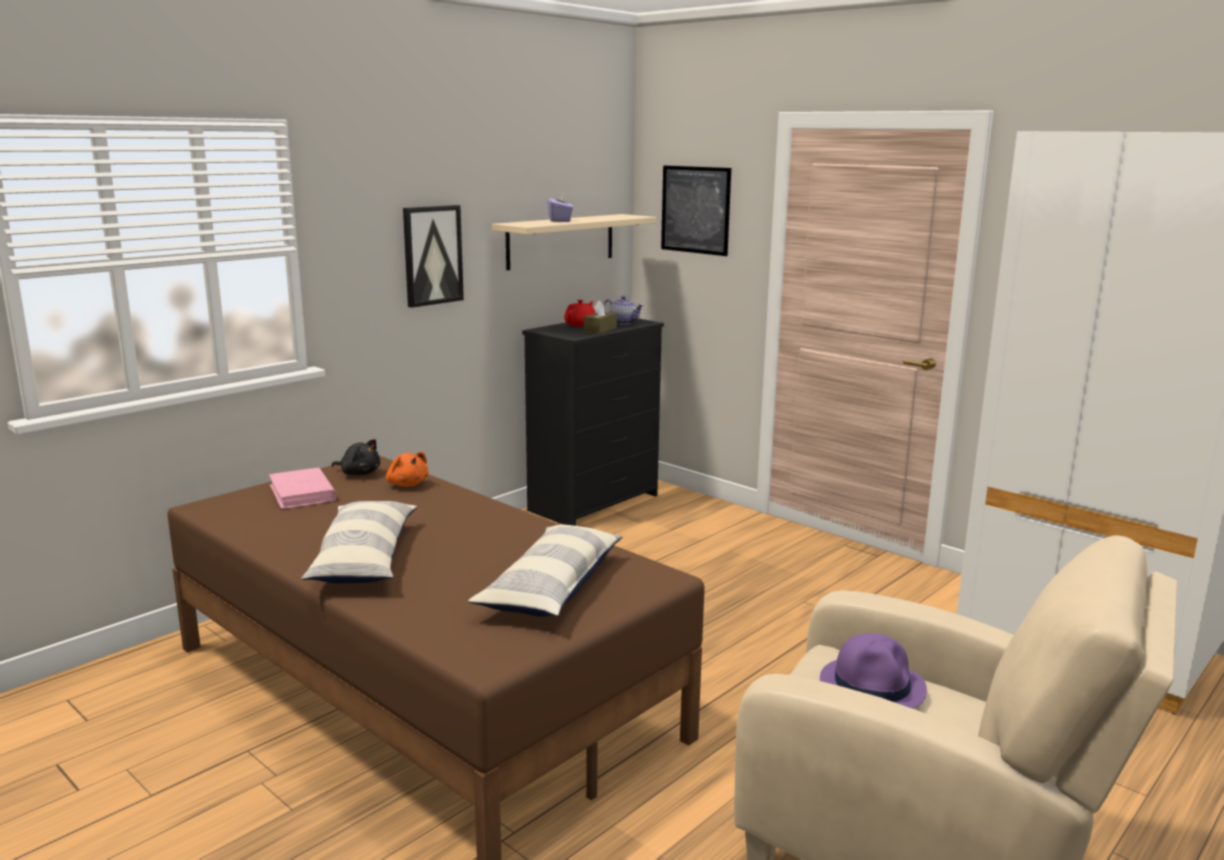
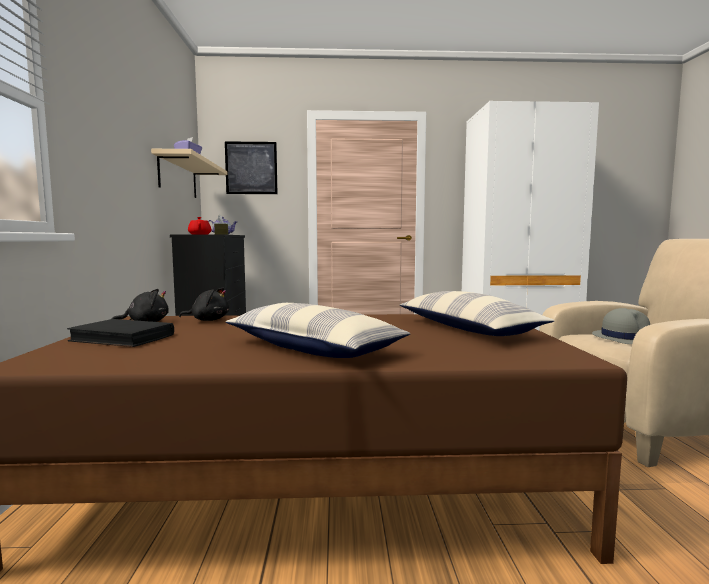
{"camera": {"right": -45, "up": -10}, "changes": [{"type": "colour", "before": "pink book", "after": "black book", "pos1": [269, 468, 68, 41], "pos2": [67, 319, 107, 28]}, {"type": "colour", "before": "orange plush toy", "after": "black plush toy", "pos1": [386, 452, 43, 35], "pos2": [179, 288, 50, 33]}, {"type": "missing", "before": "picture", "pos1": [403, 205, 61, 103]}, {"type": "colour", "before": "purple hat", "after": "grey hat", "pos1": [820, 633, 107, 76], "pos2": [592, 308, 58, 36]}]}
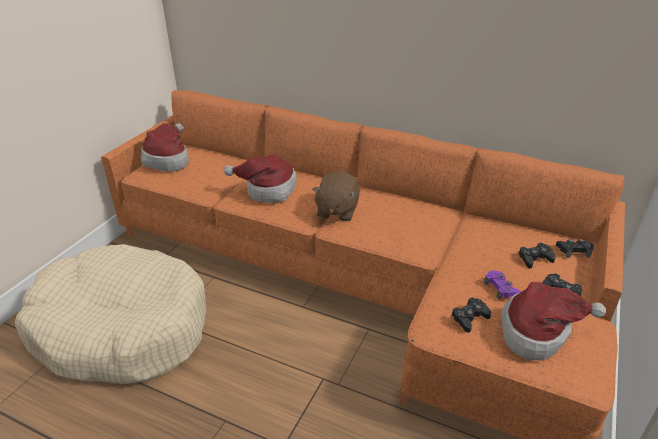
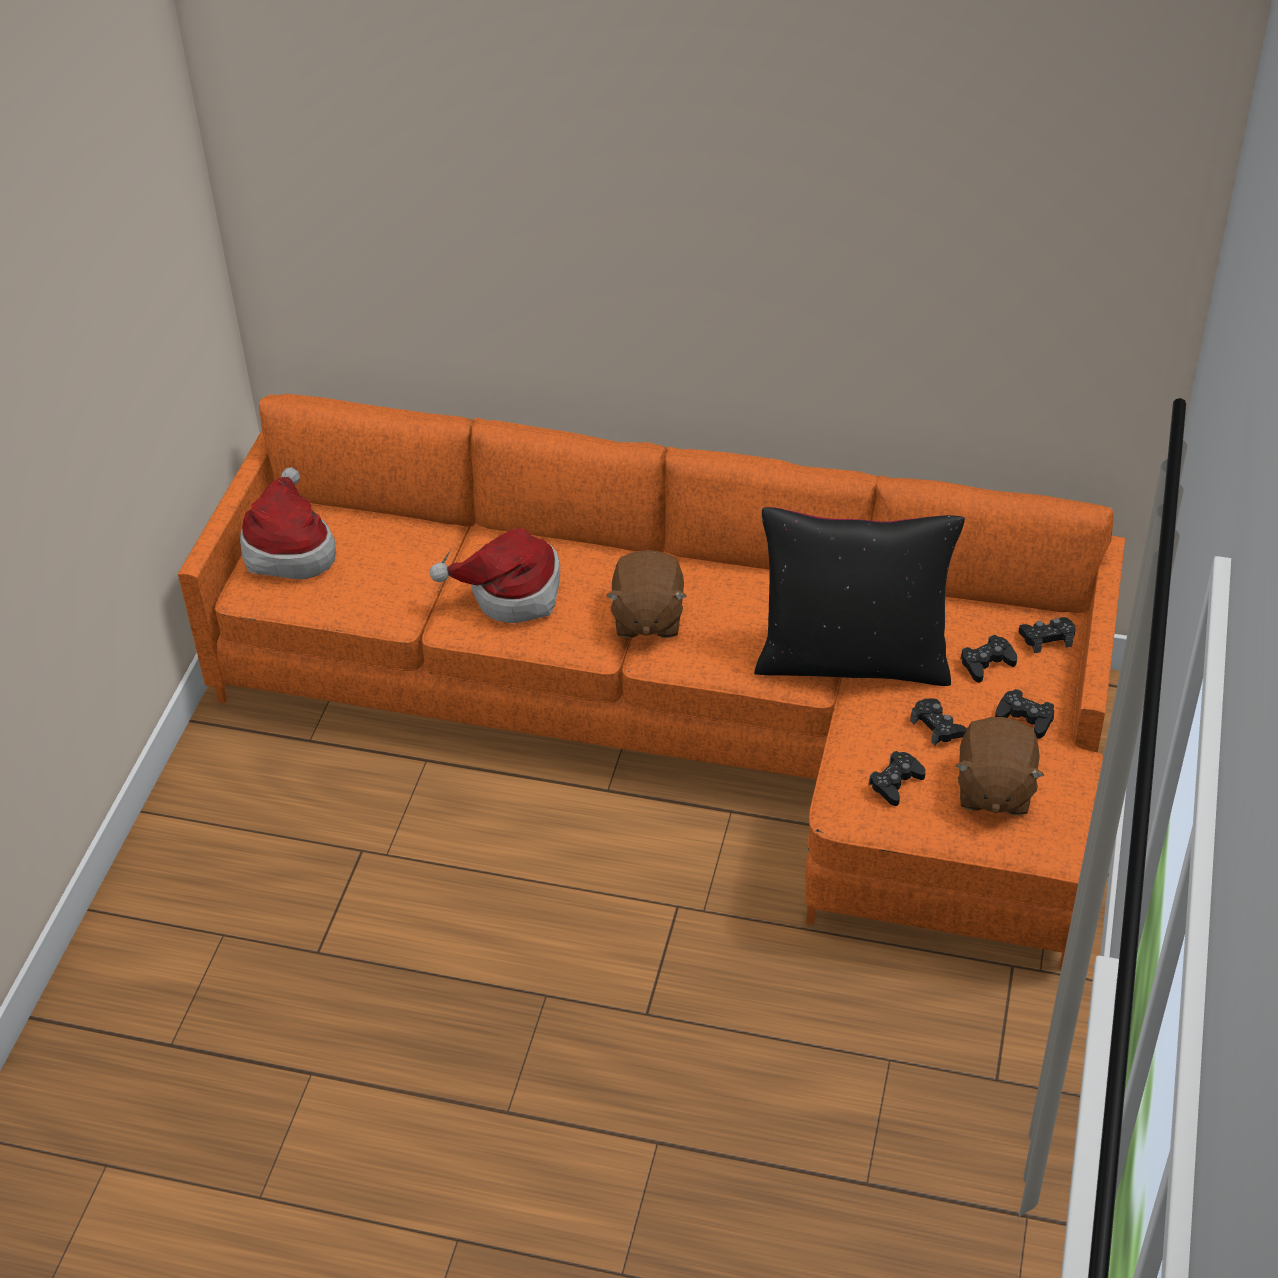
{"camera": {"right": -10, "up": 10}, "changes": [{"type": "missing", "before": "beige dog bed", "pos1": [15, 244, 191, 140]}, {"type": "colour", "before": "purple game controller", "after": "black game controller", "pos1": [484, 270, 37, 30], "pos2": [910, 698, 57, 48]}, {"type": "exchanged", "before": "hat", "after": "brown plush toy", "pos1": [501, 282, 105, 78], "pos2": [955, 717, 89, 98]}, {"type": "appeared", "after": "black pillow", "pos2": [754, 507, 211, 179]}]}
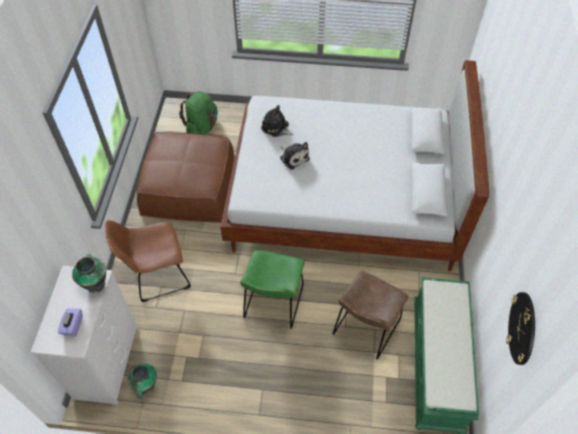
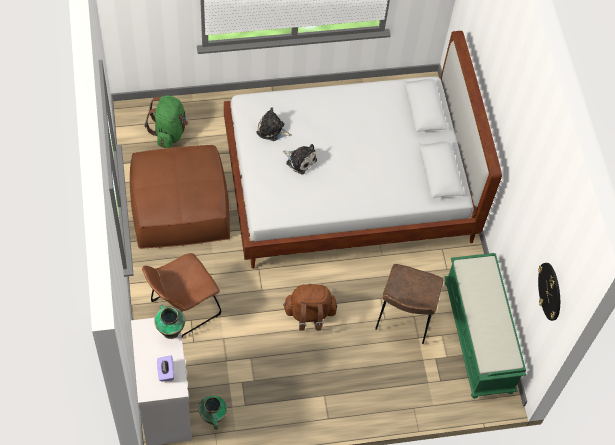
{"camera": {"right": -20, "up": 5}, "changes": [{"type": "exchanged", "before": "green chair", "after": "brown backpack", "pos1": [240, 250, 65, 79], "pos2": [283, 284, 54, 47]}]}
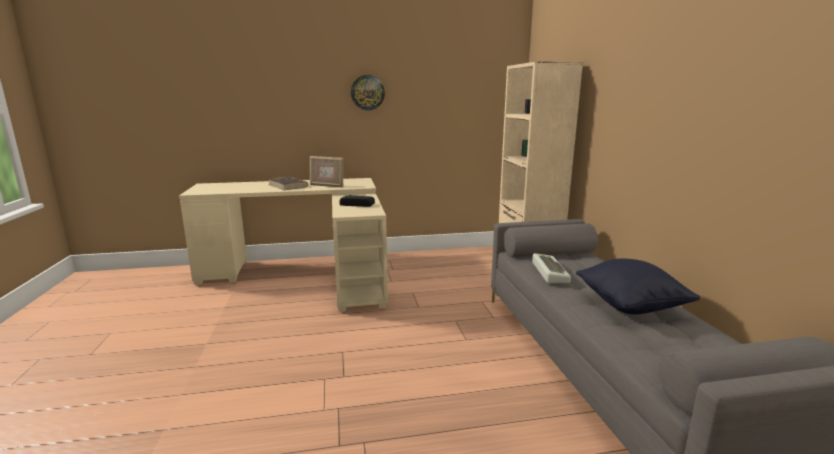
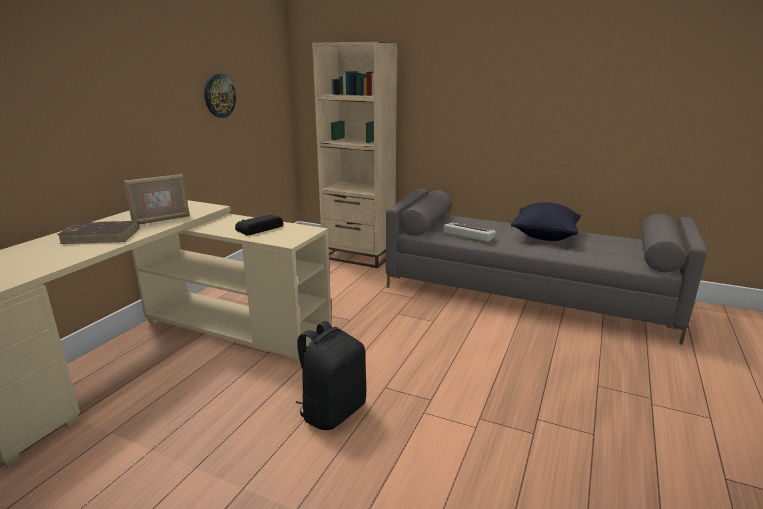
{"camera": {"right": -55, "up": 5}, "changes": [{"type": "relocated", "before": "wall clock", "pos1": [351, 75, 34, 35], "pos2": [204, 74, 32, 44]}, {"type": "appeared", "after": "black backpack", "pos2": [295, 321, 71, 109]}]}
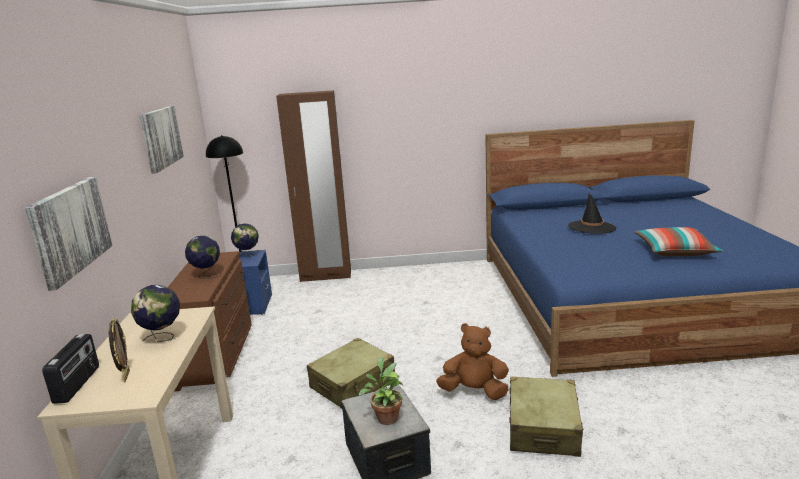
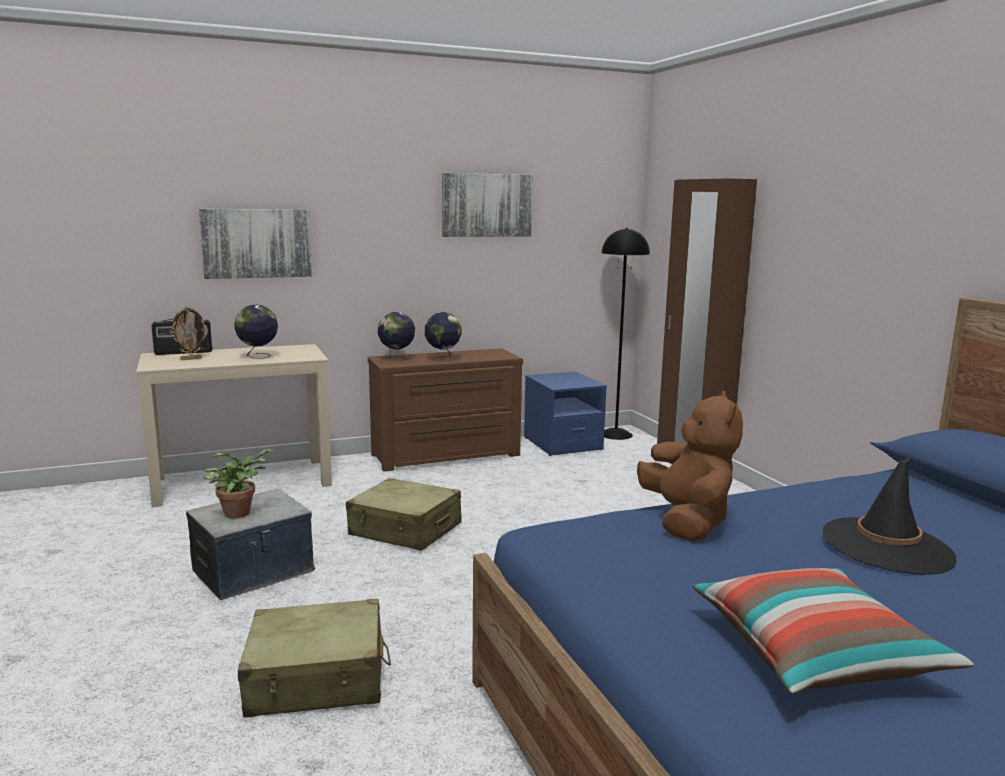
{"camera": {"right": 70, "up": -5}, "changes": [{"type": "relocated", "before": "globe", "pos1": [231, 223, 28, 34], "pos2": [378, 312, 37, 49]}, {"type": "relocated", "before": "brown plush toy", "pos1": [436, 323, 73, 77], "pos2": [637, 391, 106, 151]}]}
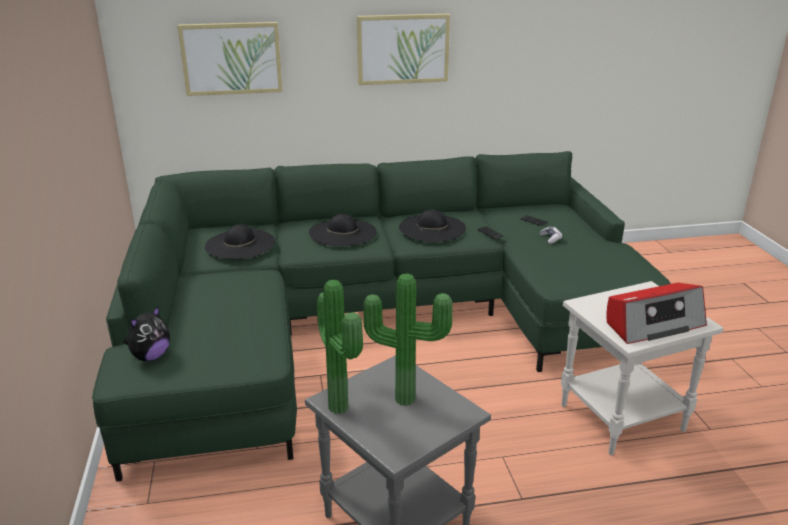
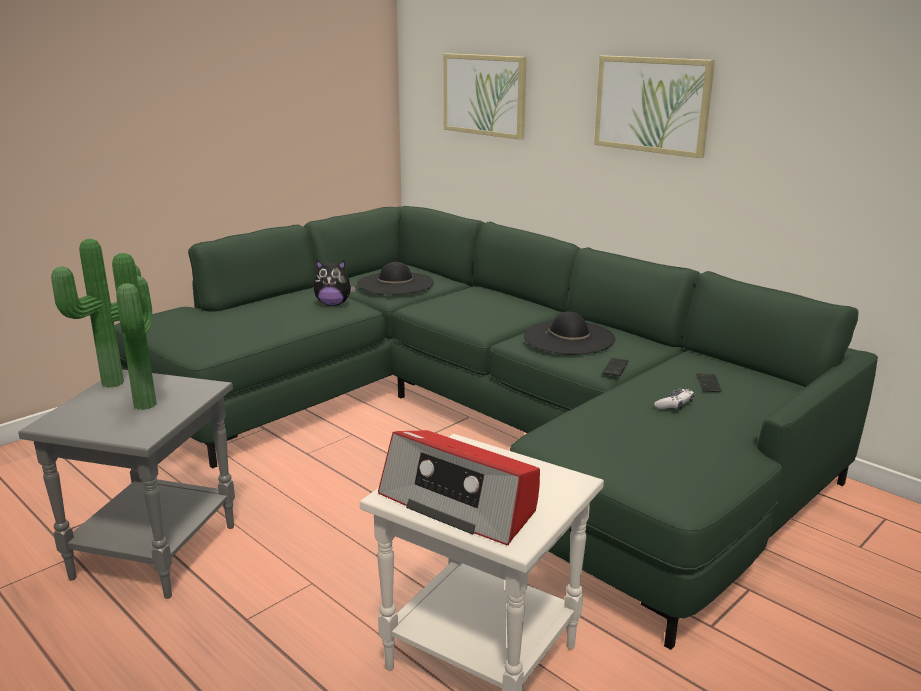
{"camera": {"right": 55, "up": -5}, "changes": [{"type": "relocated", "before": "plush toy", "pos1": [124, 306, 46, 55], "pos2": [313, 260, 42, 46]}, {"type": "missing", "before": "black hat", "pos1": [309, 214, 68, 32]}]}
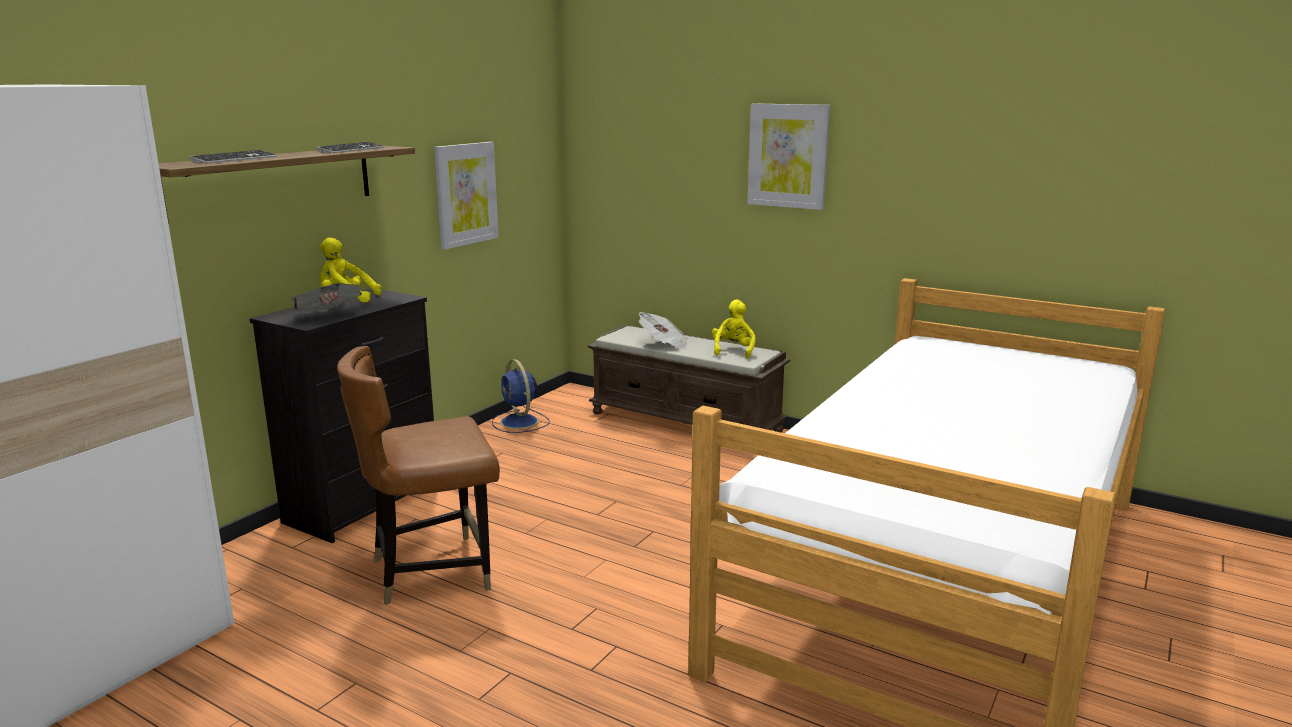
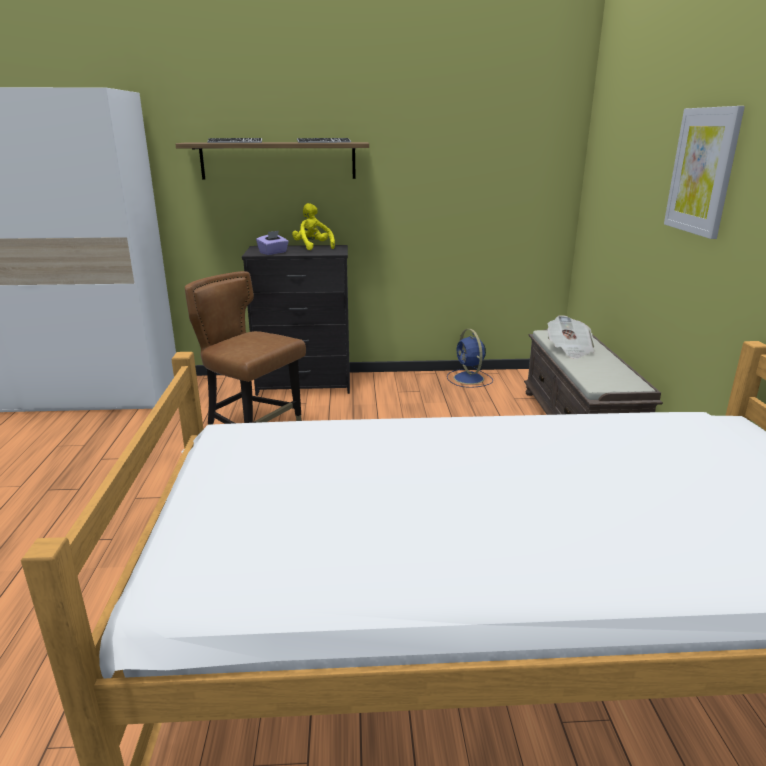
{"camera": {"right": 55, "up": 5}, "changes": [{"type": "exchanged", "before": "newspaper", "after": "purple tissue box", "pos1": [292, 283, 70, 28], "pos2": [256, 231, 33, 24]}, {"type": "missing", "before": "picture", "pos1": [434, 142, 65, 108]}, {"type": "spun", "before": "blue fan", "pos1": [492, 359, 58, 74], "pos2": [447, 329, 46, 59], "turn": -45}, {"type": "missing", "before": "yellow plush toy", "pos1": [712, 299, 44, 60]}]}
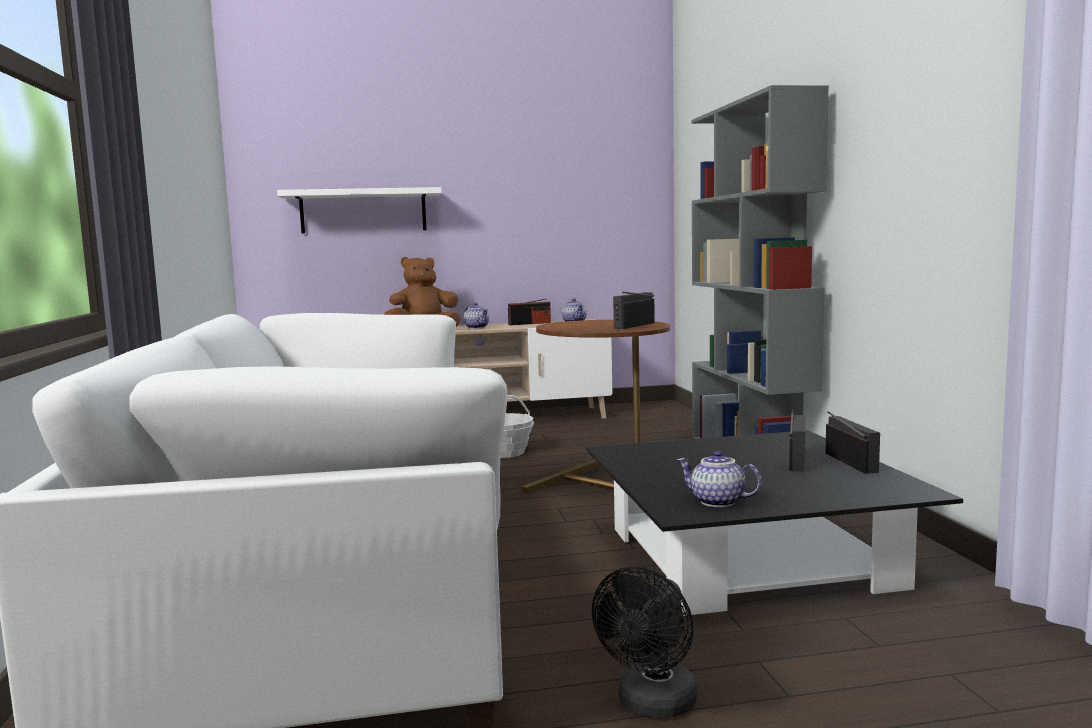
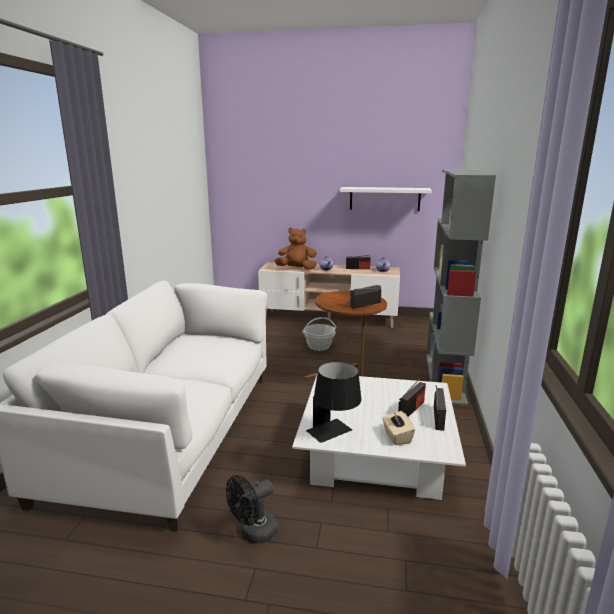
{"camera": {"right": 20, "up": 10}, "changes": [{"type": "relocated", "before": "white shelf", "pos1": [277, 187, 165, 46], "pos2": [340, 187, 92, 24]}, {"type": "colour", "before": "black coffee table", "after": "white coffee table", "pos1": [586, 430, 377, 186], "pos2": [292, 373, 174, 127]}, {"type": "exchanged", "before": "teapot", "after": "black table lamp", "pos1": [677, 451, 85, 56], "pos2": [306, 362, 55, 81]}, {"type": "appeared", "after": "beige tissue box", "pos2": [382, 411, 33, 34]}]}
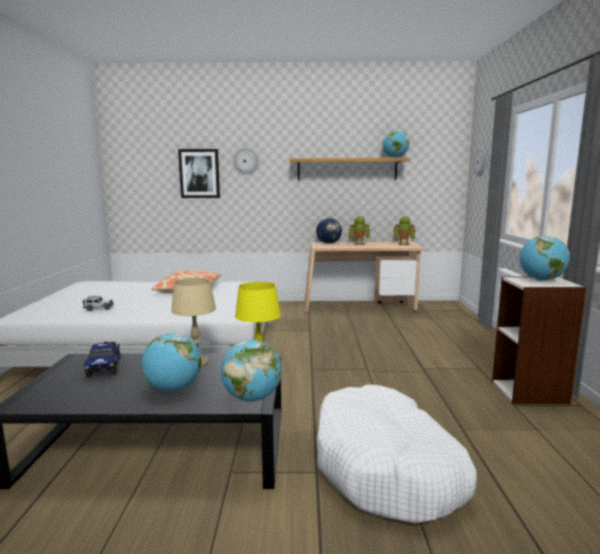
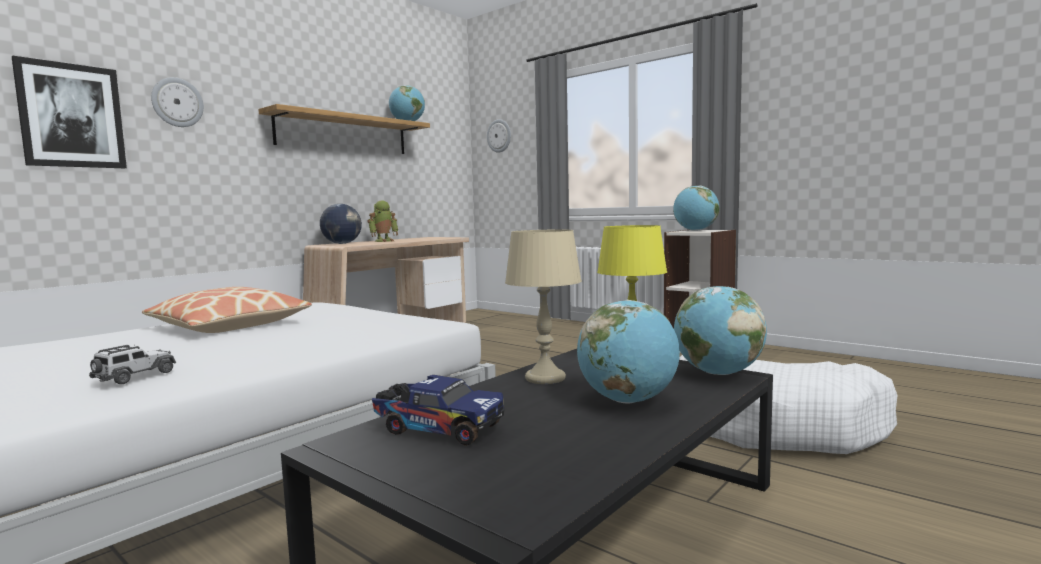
{"camera": {"right": -50, "up": -5}, "changes": [{"type": "missing", "before": "toy robot", "pos1": [393, 216, 23, 29]}]}
